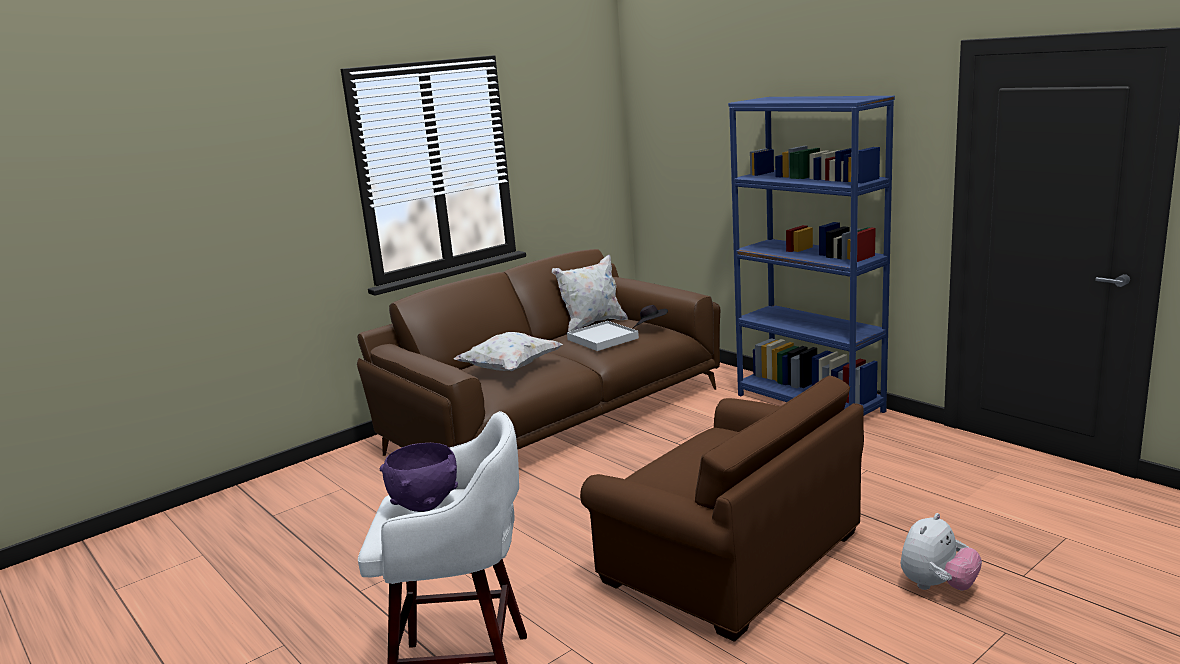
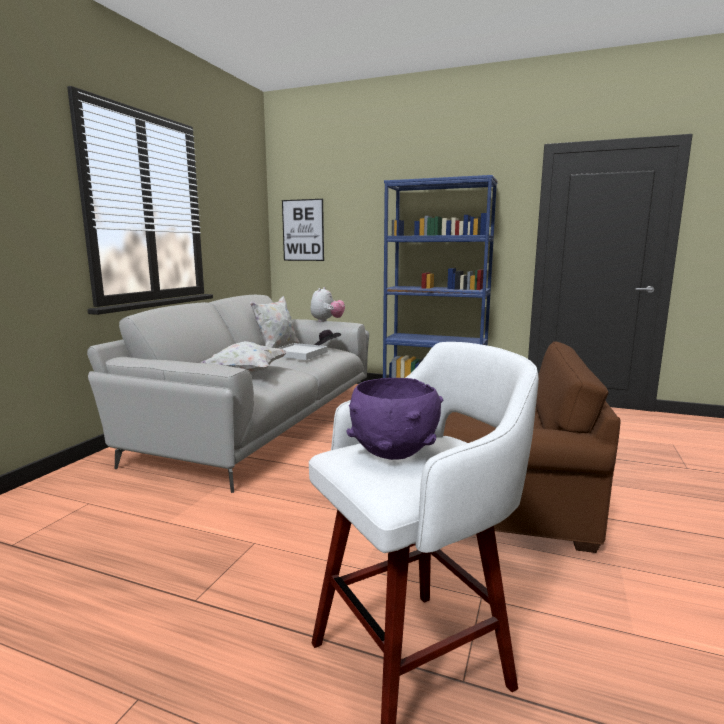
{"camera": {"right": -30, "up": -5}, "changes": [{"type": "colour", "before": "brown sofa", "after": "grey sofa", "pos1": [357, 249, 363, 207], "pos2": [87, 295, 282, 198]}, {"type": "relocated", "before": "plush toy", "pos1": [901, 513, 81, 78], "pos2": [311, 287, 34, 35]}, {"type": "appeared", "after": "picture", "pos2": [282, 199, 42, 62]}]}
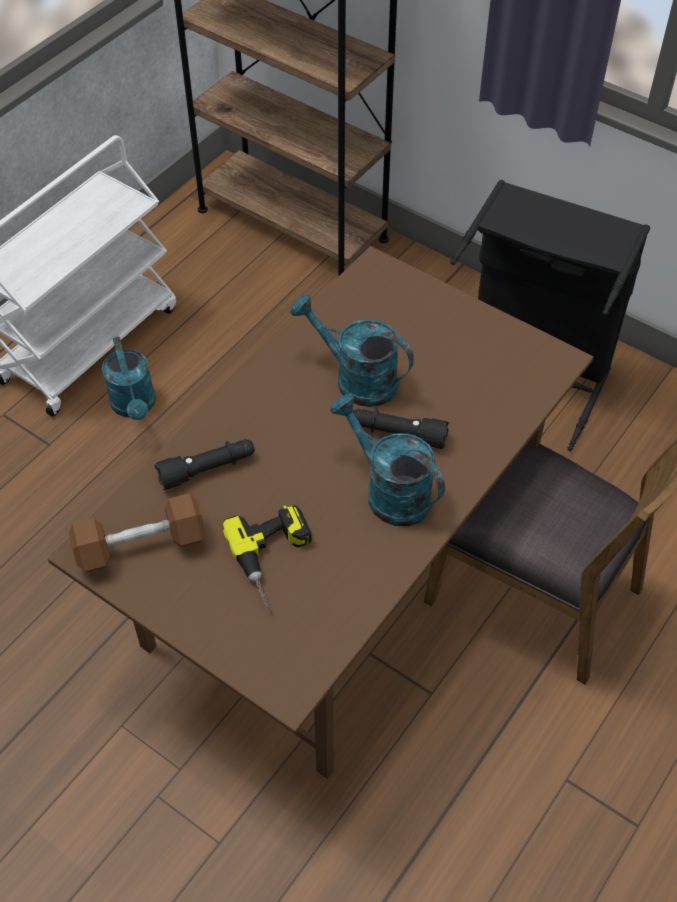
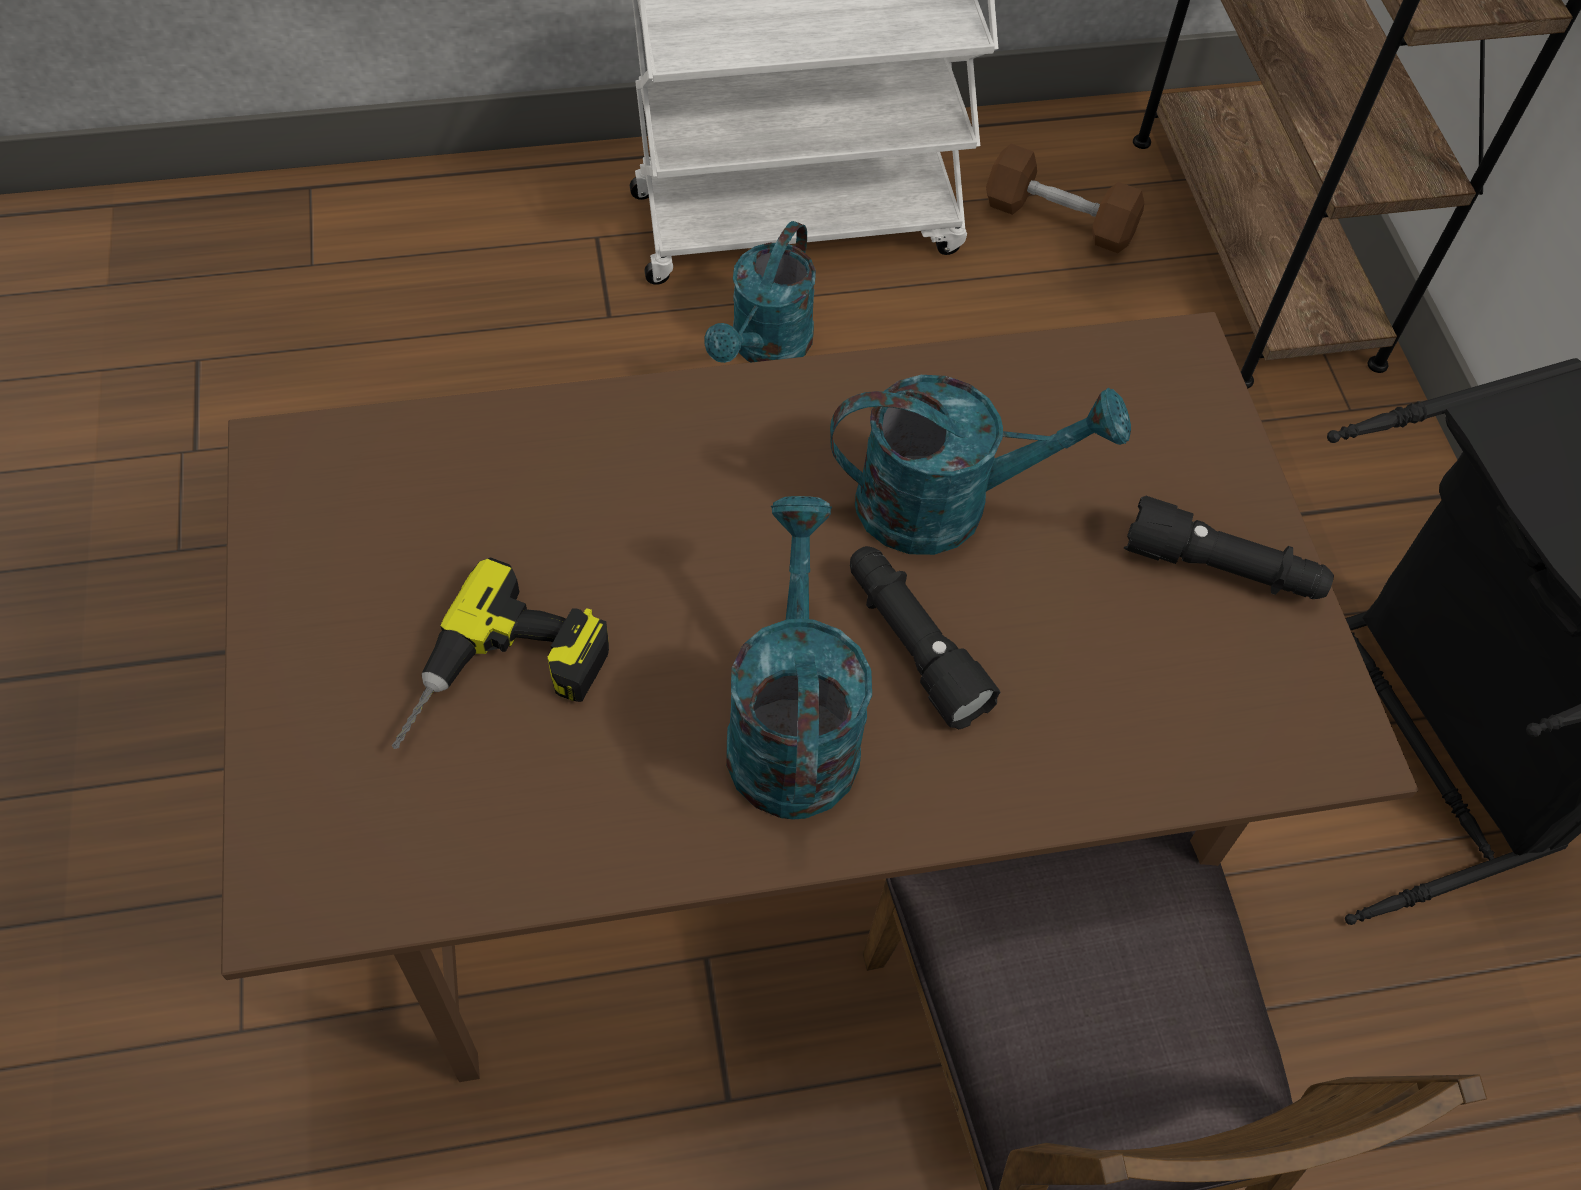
{"camera": {"right": 40, "up": 5}, "changes": [{"type": "relocated", "before": "brown dumbbell", "pos1": [69, 493, 136, 79], "pos2": [986, 144, 158, 109]}, {"type": "relocated", "before": "black flashlight", "pos1": [155, 439, 100, 51], "pos2": [1124, 496, 210, 103]}, {"type": "spun", "before": "turquoise watering can", "pos1": [290, 294, 124, 113], "pos2": [830, 375, 301, 180], "turn": 105}]}
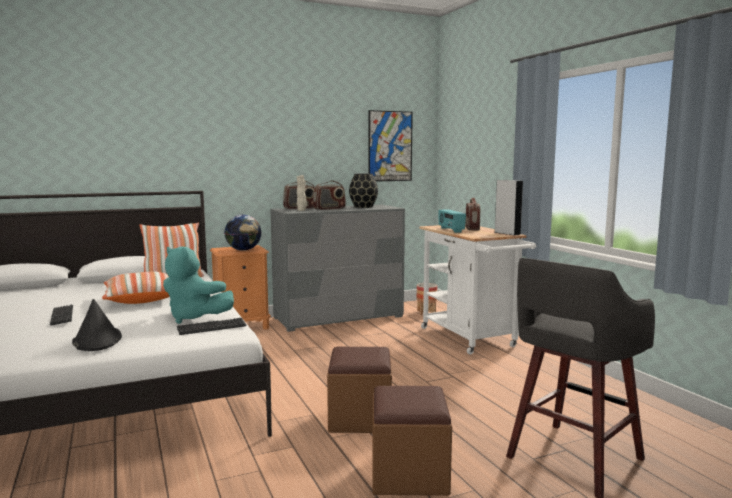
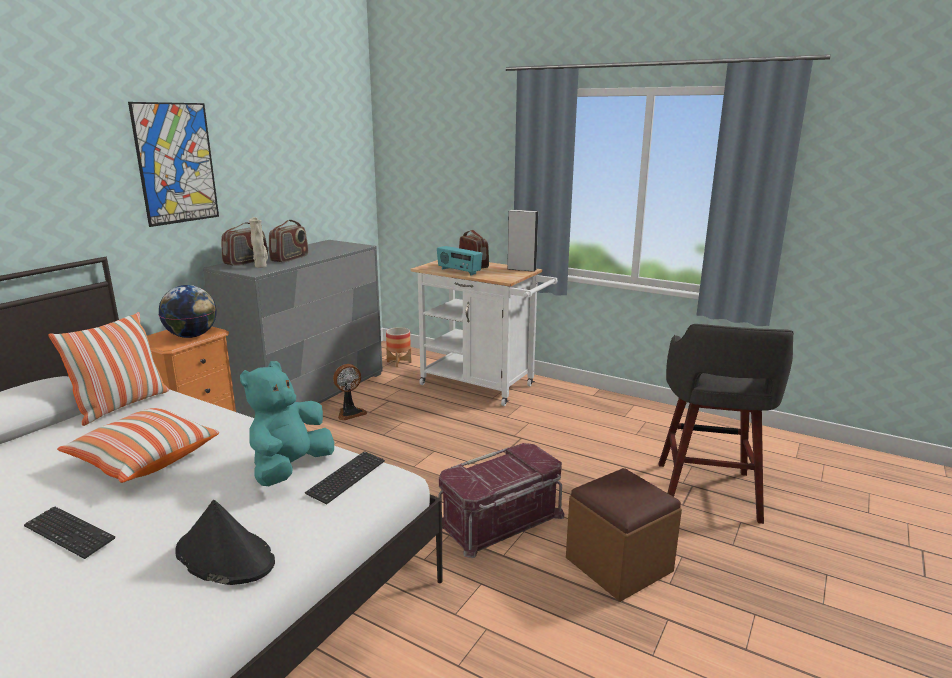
{"camera": {"right": -35, "up": 10}, "changes": [{"type": "spun", "before": "turquoise plush toy", "pos1": [163, 246, 71, 78], "pos2": [240, 361, 94, 125], "turn": 120}, {"type": "exchanged", "before": "brown ottoman", "after": "red storage box", "pos1": [327, 347, 65, 86], "pos2": [439, 443, 125, 115]}, {"type": "missing", "before": "black vase", "pos1": [349, 174, 29, 34]}, {"type": "relocated", "before": "picture", "pos1": [369, 110, 44, 72], "pos2": [128, 102, 91, 125]}, {"type": "appeared", "after": "fan", "pos2": [333, 364, 34, 57]}]}
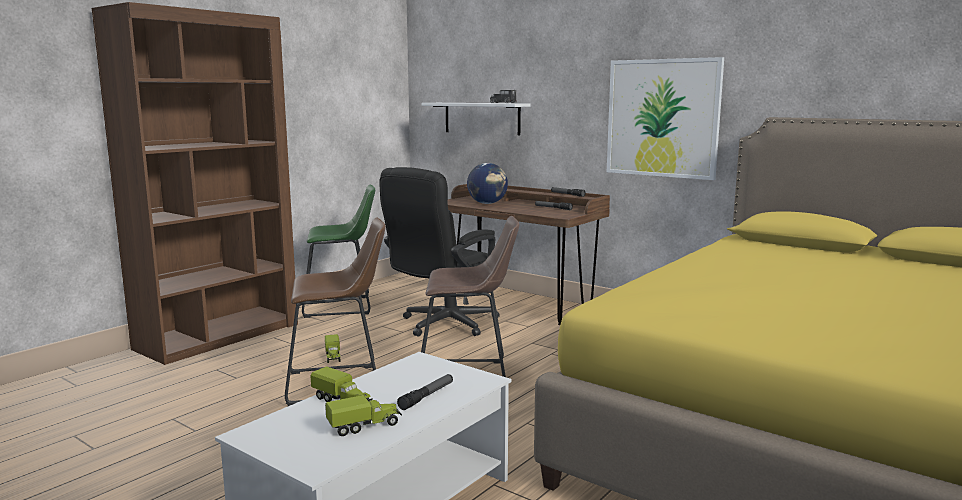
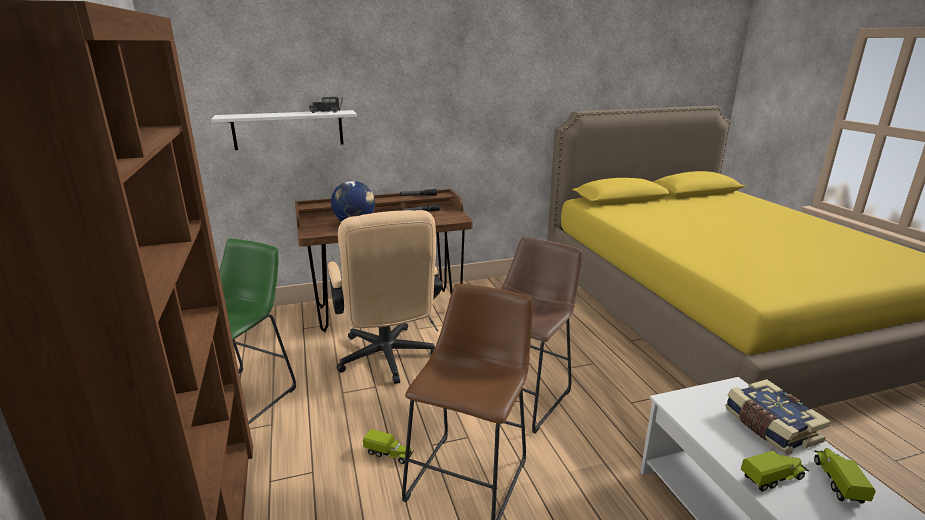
{"camera": {"right": -55, "up": 10}, "changes": [{"type": "colour", "before": "black office chair", "after": "beige office chair", "pos1": [379, 167, 121, 170], "pos2": [328, 210, 114, 174]}, {"type": "exchanged", "before": "flashlight", "after": "book", "pos1": [397, 374, 56, 36], "pos2": [725, 379, 106, 76]}, {"type": "missing", "before": "picture", "pos1": [607, 57, 117, 123]}]}
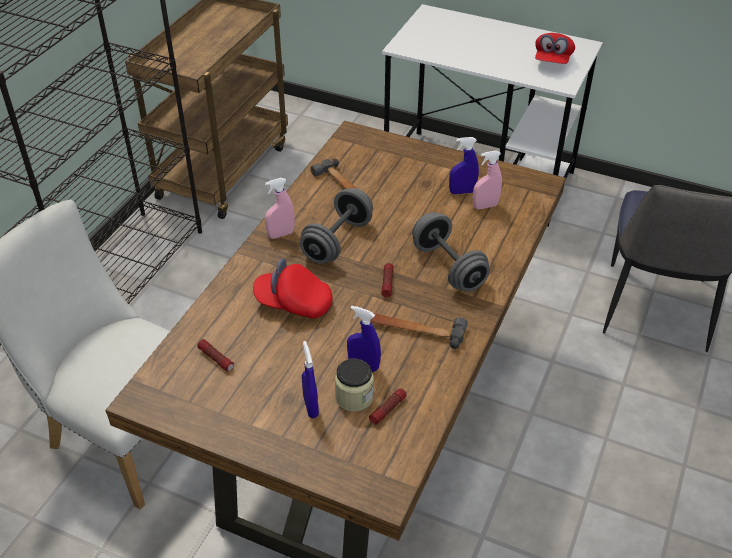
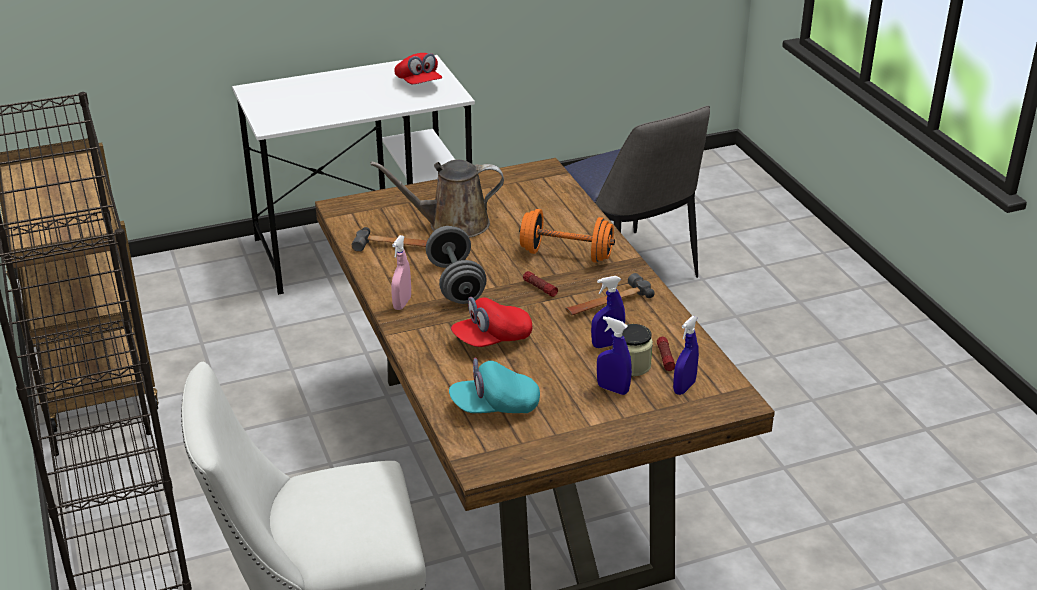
{"camera": {"right": -45, "up": -10}, "changes": [{"type": "exchanged", "before": "flashlight", "after": "turquoise cap", "pos1": [197, 339, 37, 32], "pos2": [449, 358, 91, 55]}, {"type": "colour", "before": "grey dumbbell", "after": "orange dumbbell", "pos1": [412, 212, 78, 80], "pos2": [519, 209, 96, 54]}, {"type": "relocated", "before": "blue spray bottle", "pos1": [449, 137, 30, 57], "pos2": [673, 316, 26, 79]}, {"type": "missing", "before": "pink spray bottle", "pos1": [473, 150, 29, 59]}, {"type": "appeared", "after": "brown watering can", "pos2": [370, 160, 134, 78]}]}
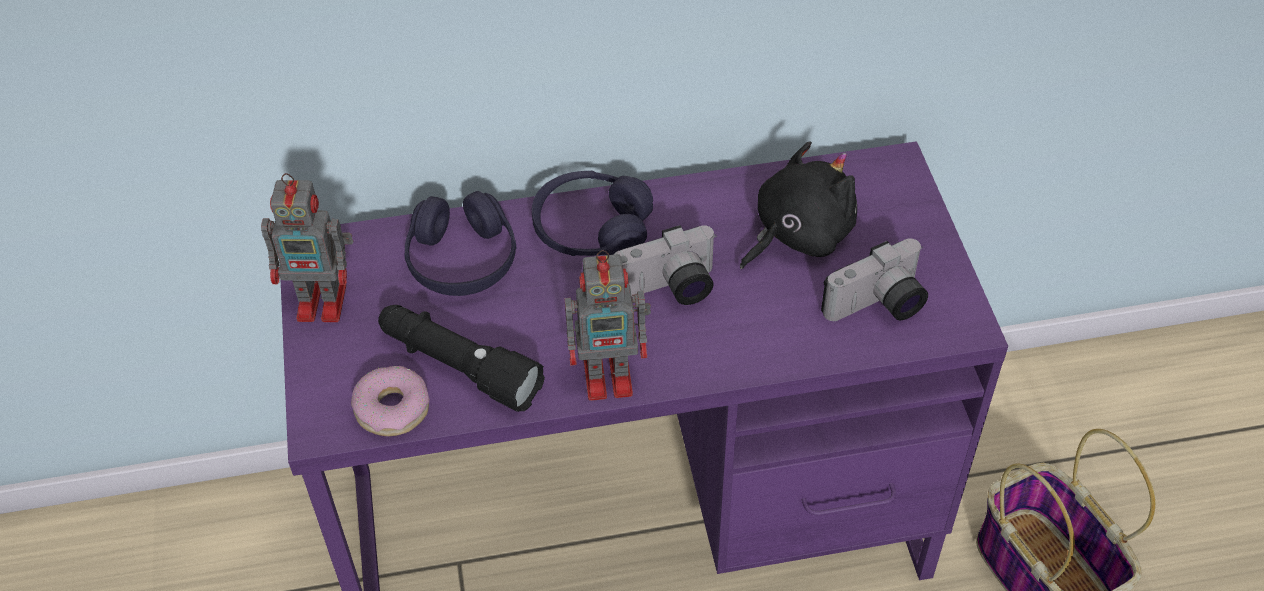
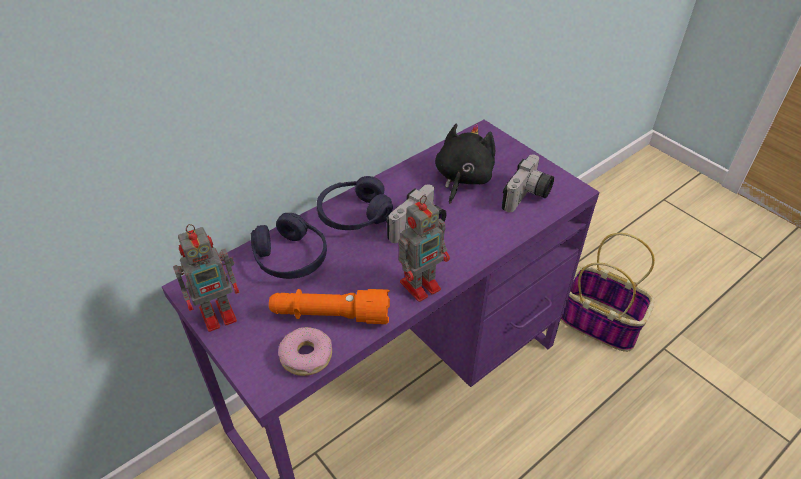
{"camera": {"right": -30, "up": -5}, "changes": [{"type": "colour", "before": "black flashlight", "after": "orange flashlight", "pos1": [378, 305, 167, 107], "pos2": [269, 289, 121, 35]}]}
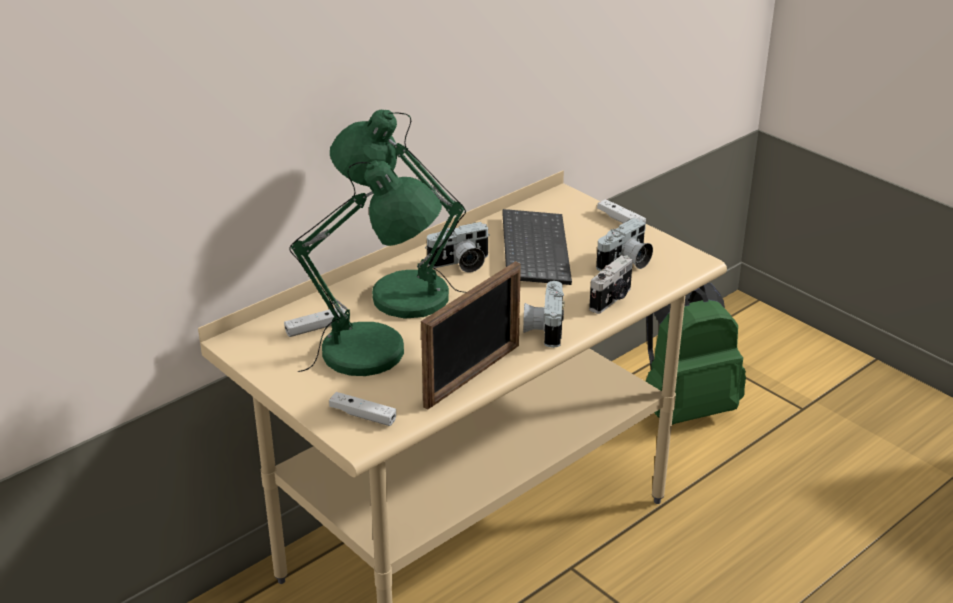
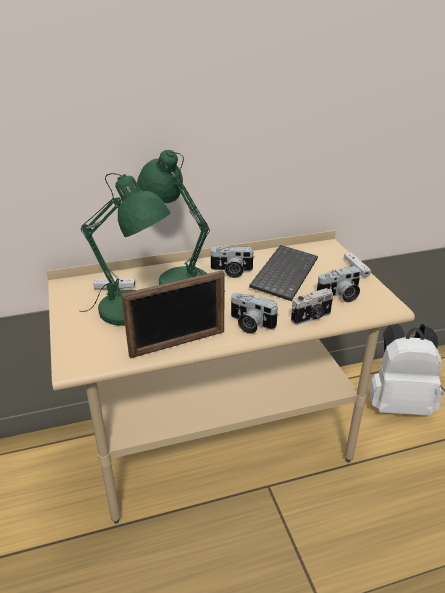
{"camera": {"right": 25, "up": 0}, "changes": [{"type": "missing", "before": "white game controller", "pos1": [329, 392, 67, 34]}, {"type": "spun", "before": "photo camera", "pos1": [523, 281, 42, 67], "pos2": [230, 293, 49, 41], "turn": -90}, {"type": "colour", "before": "green backpack", "after": "white backpack", "pos1": [645, 283, 101, 142], "pos2": [369, 324, 74, 92]}]}
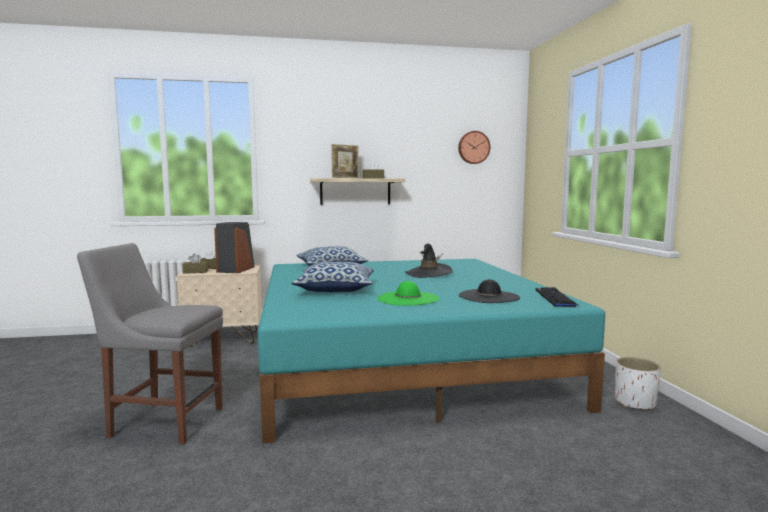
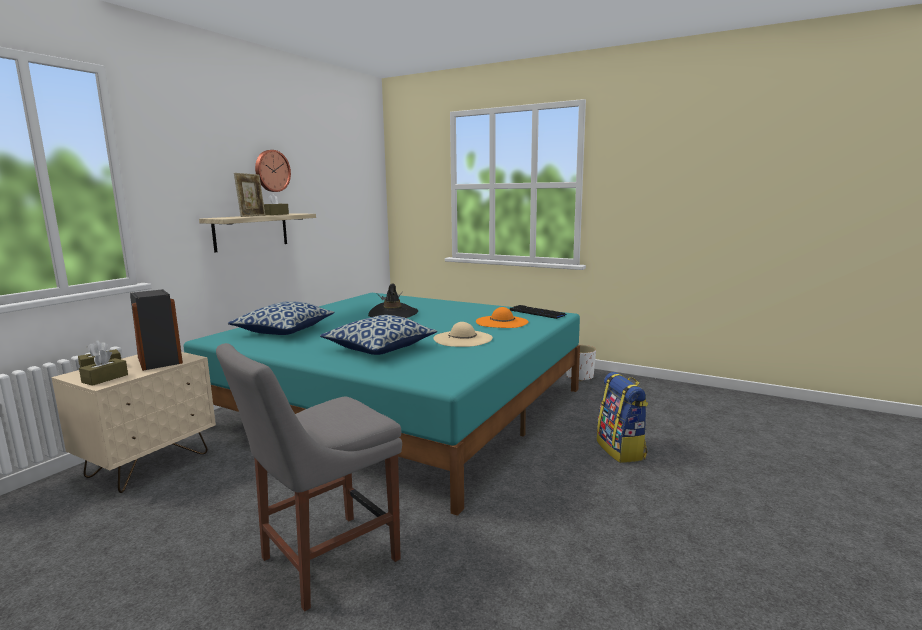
{"camera": {"right": -50, "up": 5}, "changes": [{"type": "colour", "before": "green hat", "after": "beige hat", "pos1": [378, 281, 61, 24], "pos2": [434, 322, 59, 25]}, {"type": "relocated", "before": "wall clock", "pos1": [458, 131, 32, 33], "pos2": [255, 150, 36, 42]}, {"type": "colour", "before": "black hat", "after": "orange hat", "pos1": [458, 279, 62, 24], "pos2": [476, 307, 53, 21]}, {"type": "appeared", "after": "backpack", "pos2": [597, 372, 51, 91]}]}
